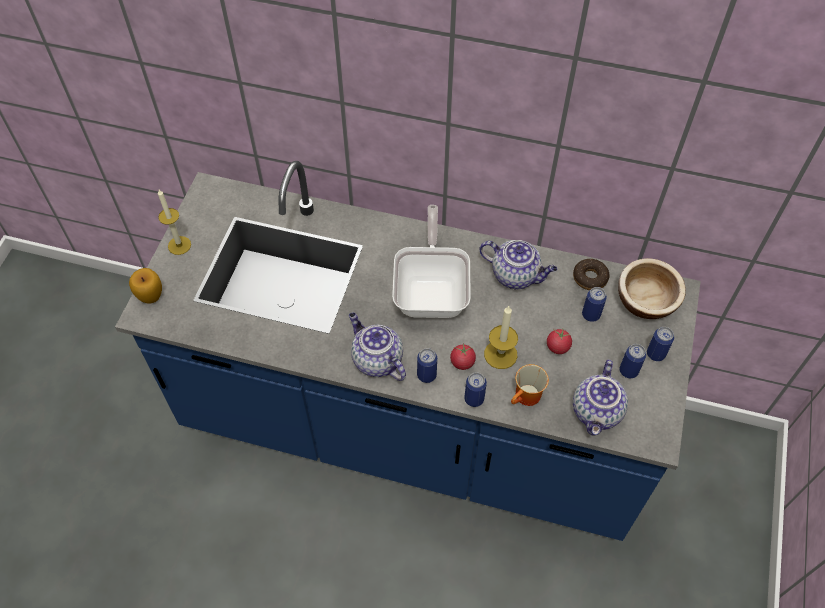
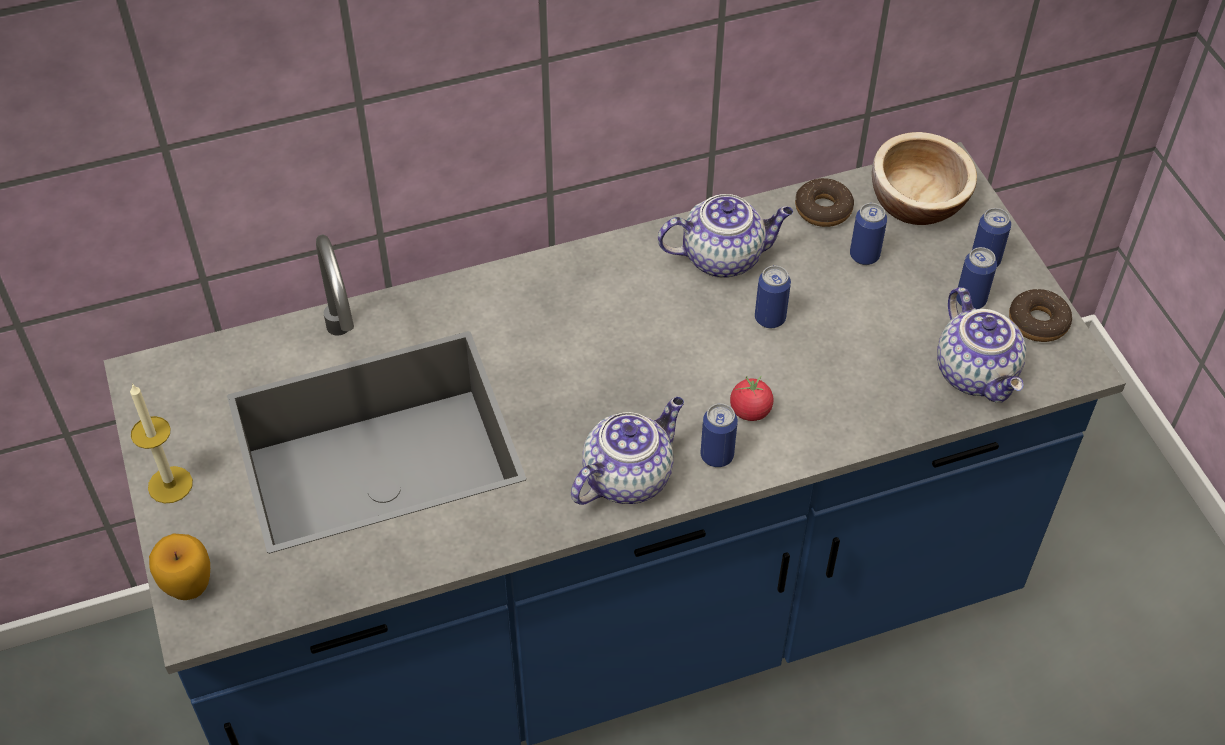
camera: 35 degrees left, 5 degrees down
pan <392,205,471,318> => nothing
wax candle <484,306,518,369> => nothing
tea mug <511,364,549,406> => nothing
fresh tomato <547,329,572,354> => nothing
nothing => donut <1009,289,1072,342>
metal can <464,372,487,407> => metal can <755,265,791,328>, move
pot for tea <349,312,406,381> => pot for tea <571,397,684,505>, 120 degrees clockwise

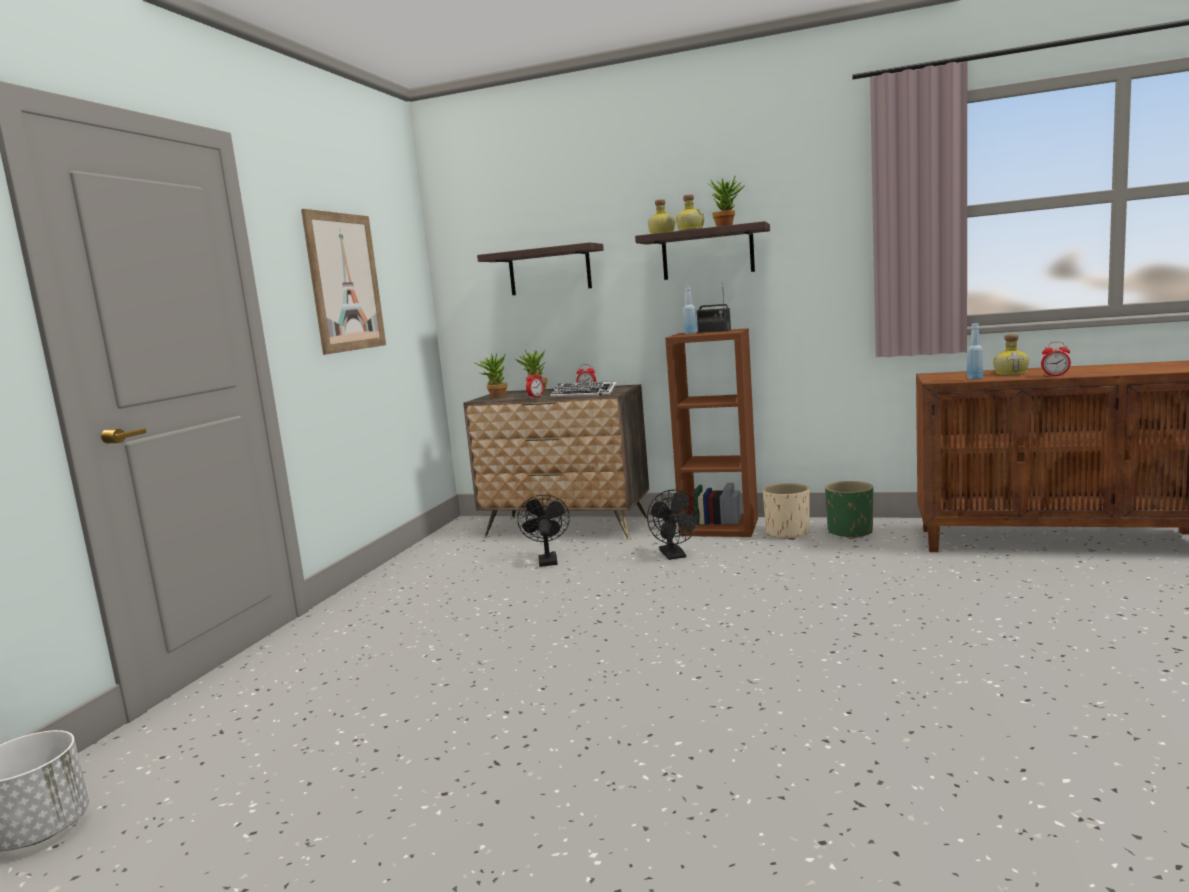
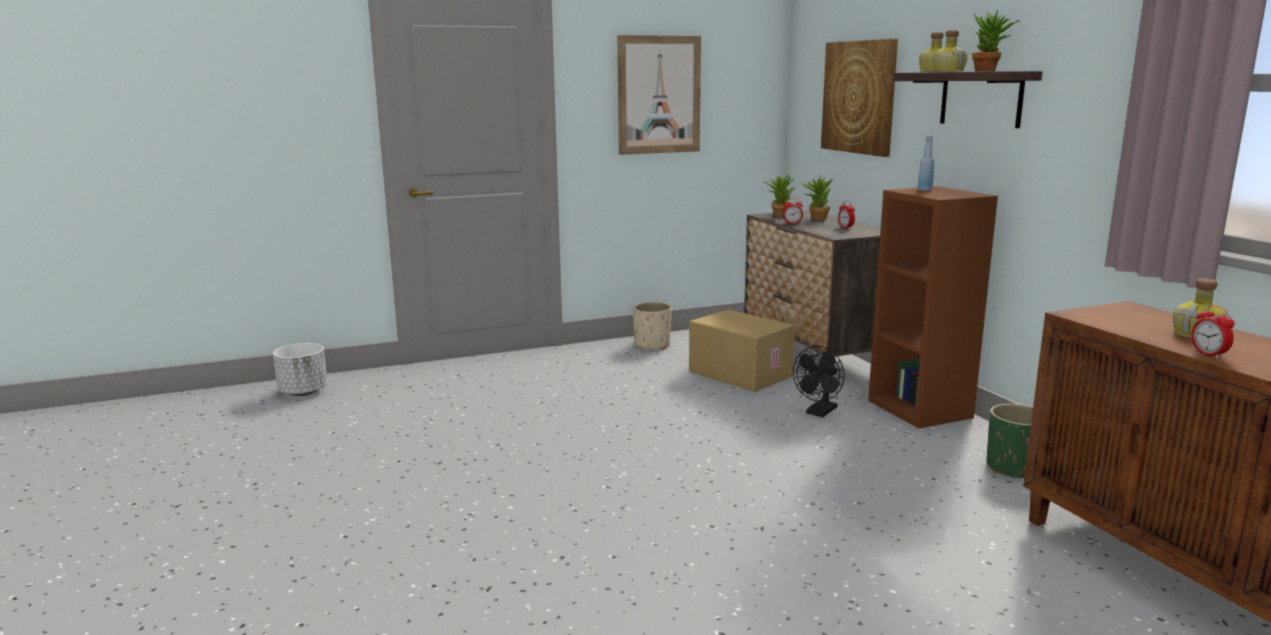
camera: 50 degrees right, 5 degrees up
PC keyboard <550,381,617,397> => nothing
radio receiver <697,283,731,333> => nothing
blue beverage bottle <967,323,983,380> => nothing
beige-coloured flower pot <763,483,810,540> => beige-coloured flower pot <633,302,671,350>, move
bracket shelf <477,242,604,295> => wall art <821,39,898,157>
black fan <517,494,570,567> => cardboard box <689,309,795,392>

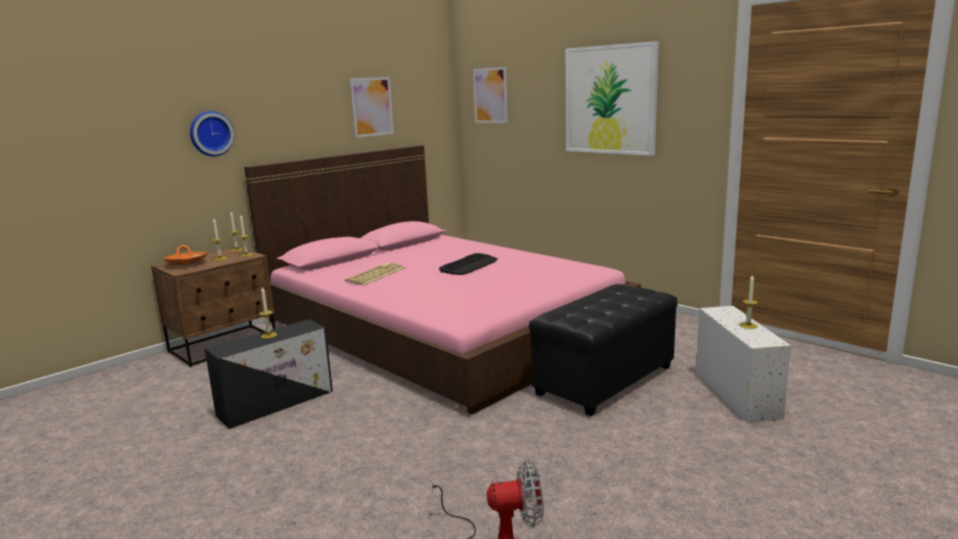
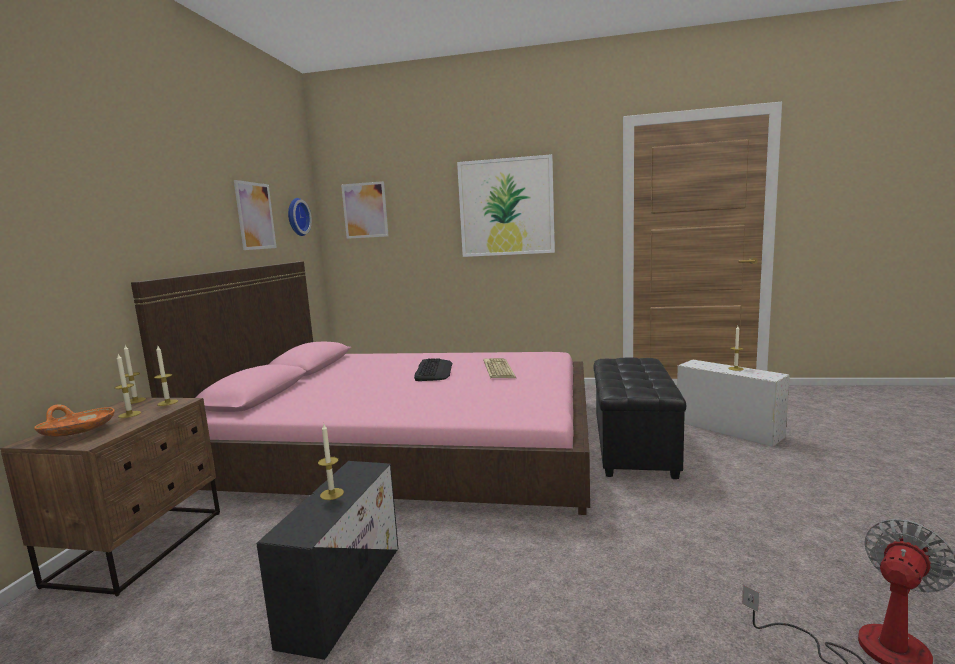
camera: 35 degrees left, 5 degrees down
clock on the wall <190,111,234,156> => clock on the wall <288,198,312,236>, move
PC keyboard <345,262,406,286> => PC keyboard <483,358,516,378>, move

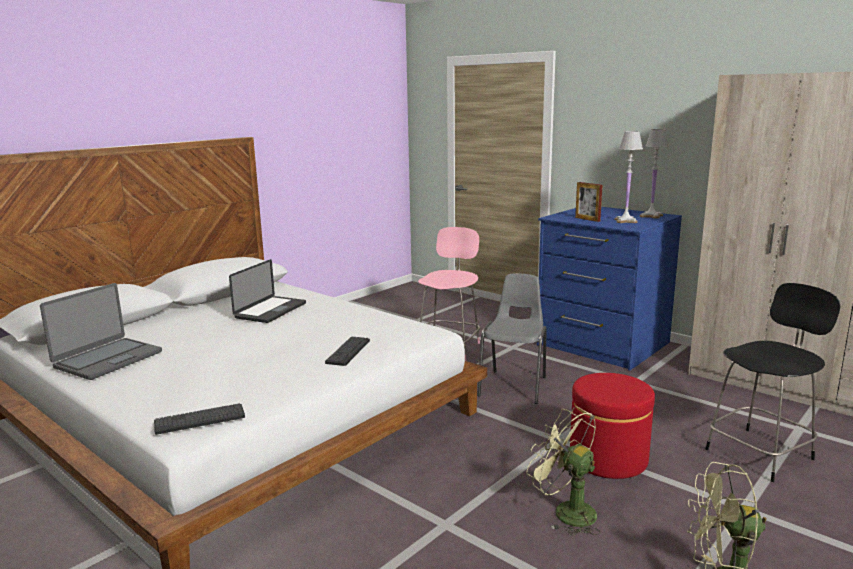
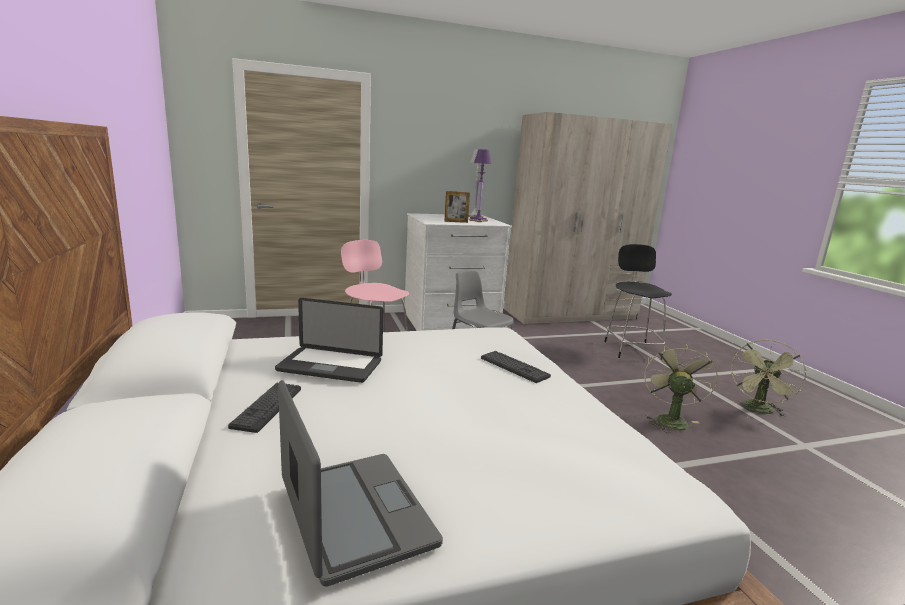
camera: 60 degrees left, 0 degrees up
red ottoman <570,373,655,479> => nothing
PC keyboard <154,403,245,435> => PC keyboard <228,383,301,433>, move
blue drawer chest <537,207,682,371> => whitish drawer chest <405,213,512,331>
whitish lamp for a table <614,131,643,223> => purple-coloured lamp for a table <469,149,491,222>
portable computer <229,259,306,323> => portable computer <275,298,383,383>, 135 degrees clockwise
green-coloured fan <526,407,600,536> => green-coloured fan <644,343,718,433>, 120 degrees clockwise

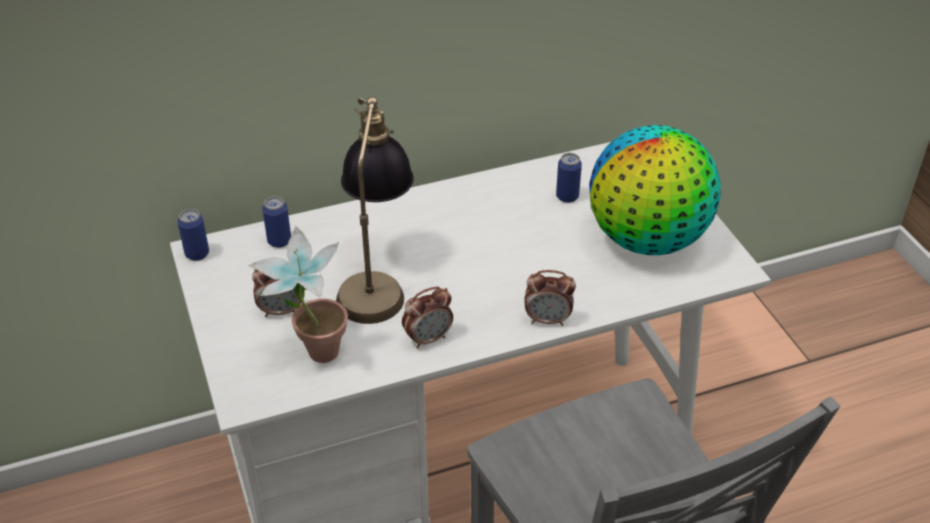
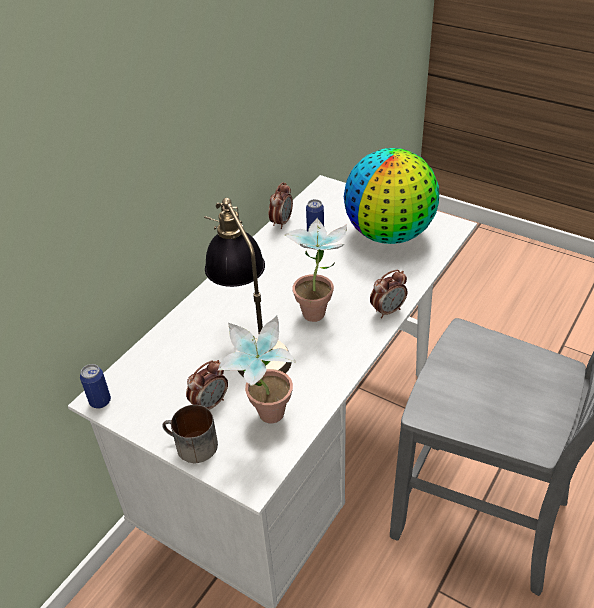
camera: 35 degrees left, 0 degrees up
metal can <262,196,291,248> => nothing
nothing => tea mug <162,405,218,463>
nothing => potted plant <285,218,347,322>
alarm clock <402,286,453,349> => alarm clock <269,182,293,229>, move

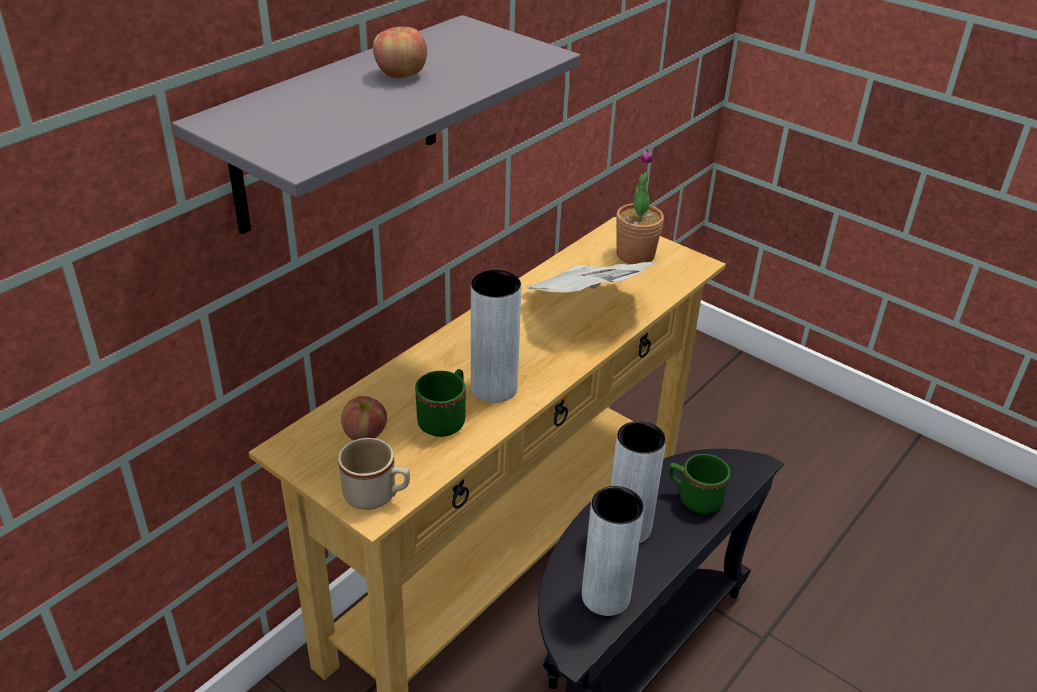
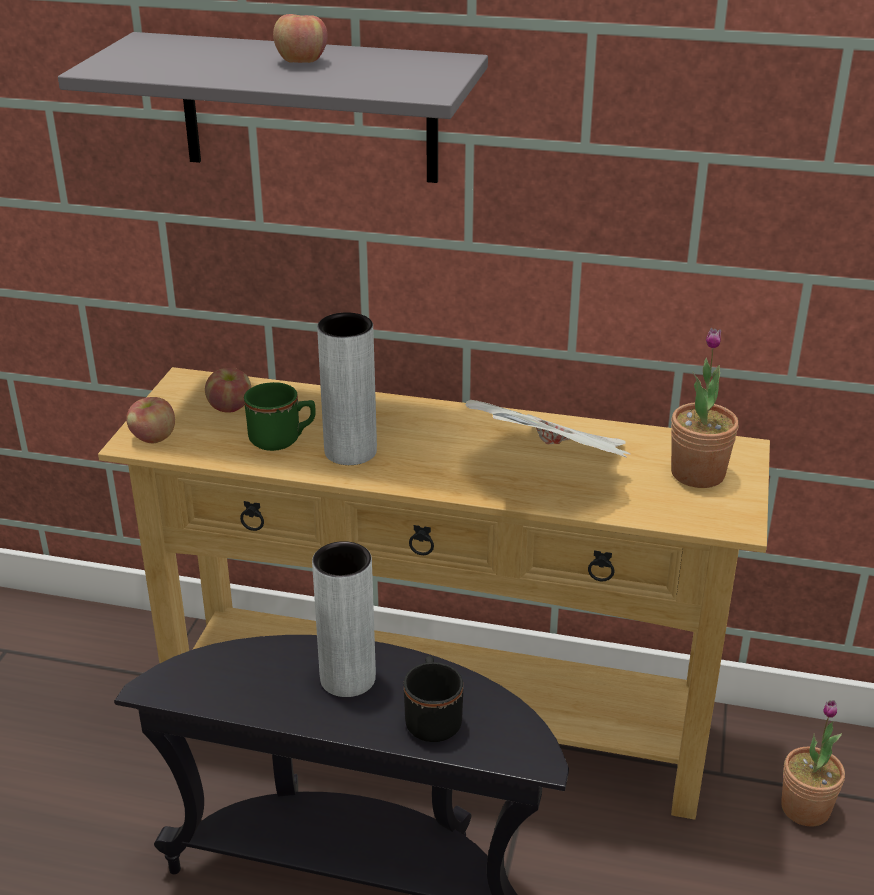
camera: 65 degrees right, 5 degrees down
greyish decorative vase <582,486,644,616> => nothing
nothing => potted plant <781,700,845,827>
beige-coloured tea mug <338,438,410,510> => whole apple <126,397,175,443>
green-coloured tea mug <669,454,730,514> => black tea mug <404,656,463,742>

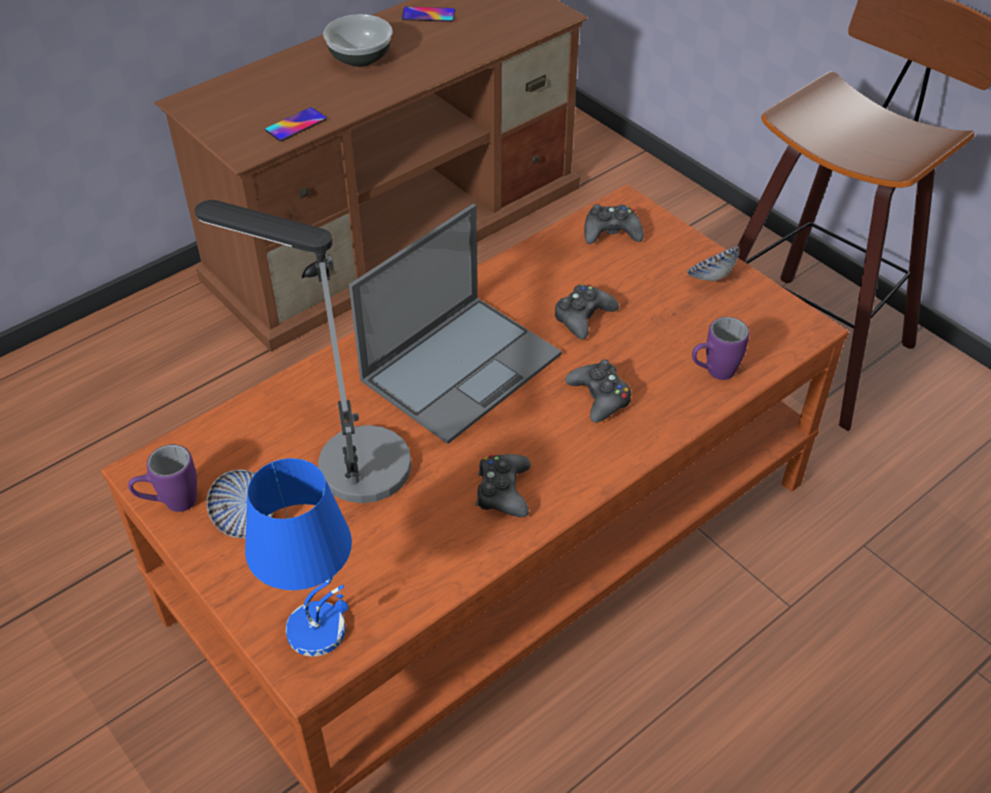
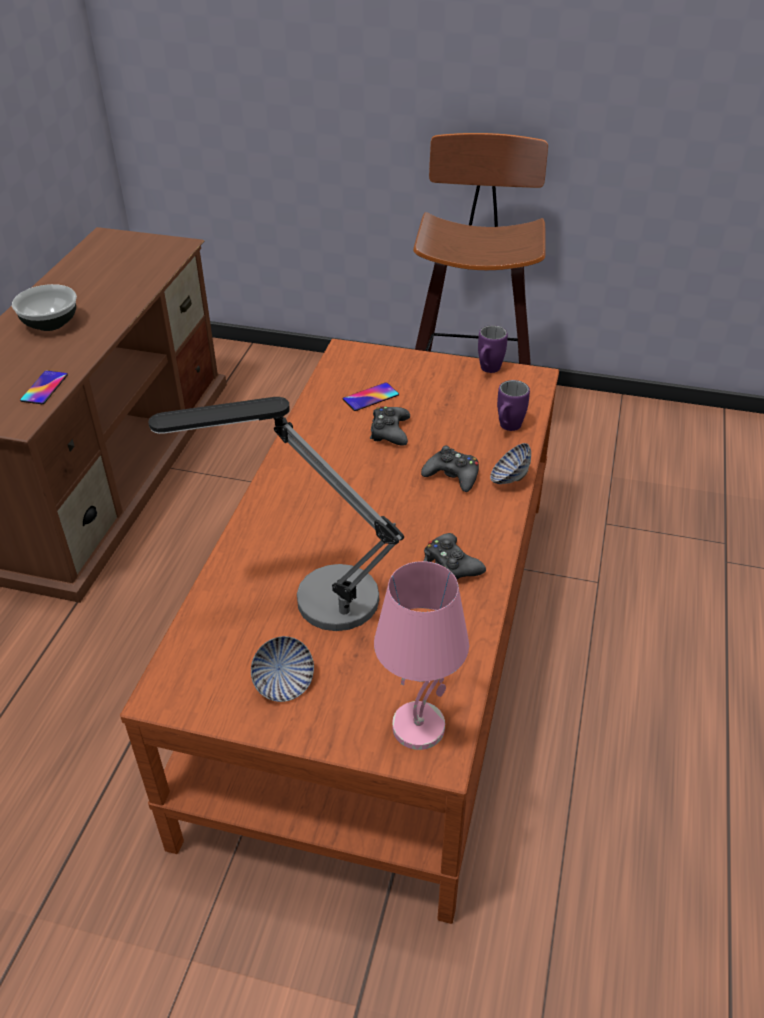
camera: 35 degrees left, 5 degrees down
portable computer <349,204,562,444> => nothing
black game controller <584,204,644,244> => nothing
purple-coloured tea mug <128,444,197,512> => purple-coloured tea mug <478,325,508,373>, move
telephone <402,7,455,22> => telephone <343,382,399,411>, move
deep dish <687,246,740,282> => deep dish <490,443,531,484>, move
blue lamp for a table <245,458,352,657> => pinkish lamp for a table <374,561,469,750>

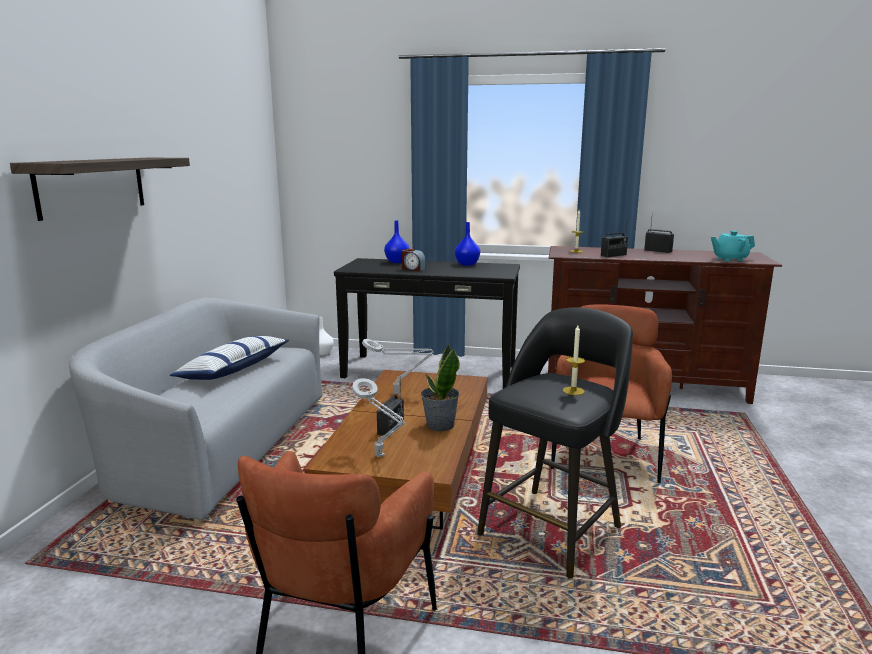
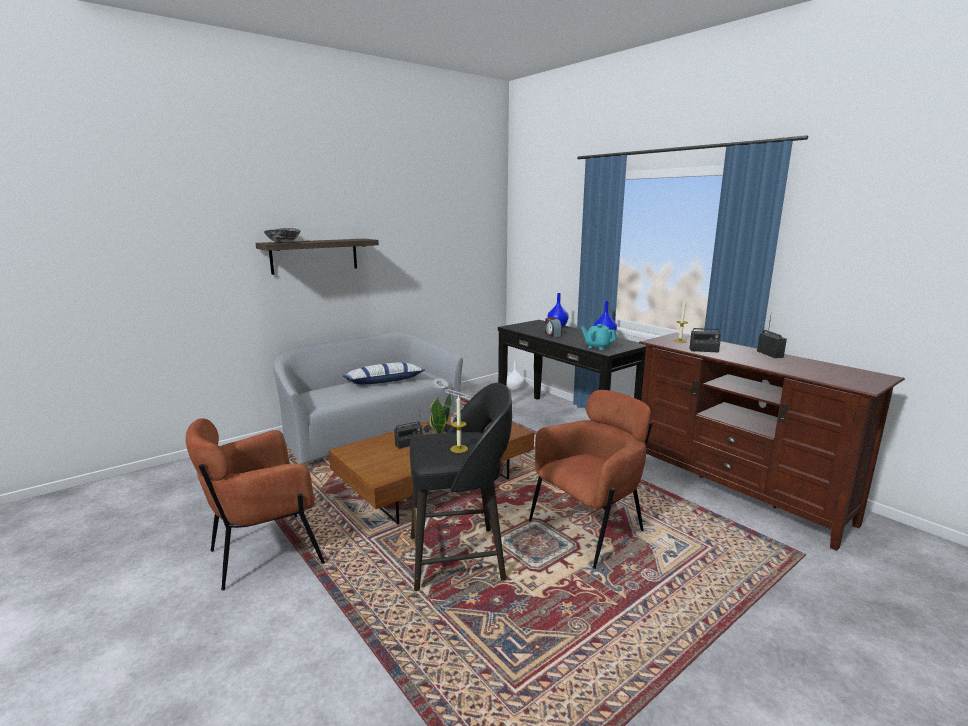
camera: 40 degrees right, 0 degrees up
greyish lamp for a table <352,378,405,457> => nothing
nothing => deep dish <264,228,300,243>
turquoise pot for tea <711,231,755,262> => turquoise pot for tea <581,324,617,350>, move

